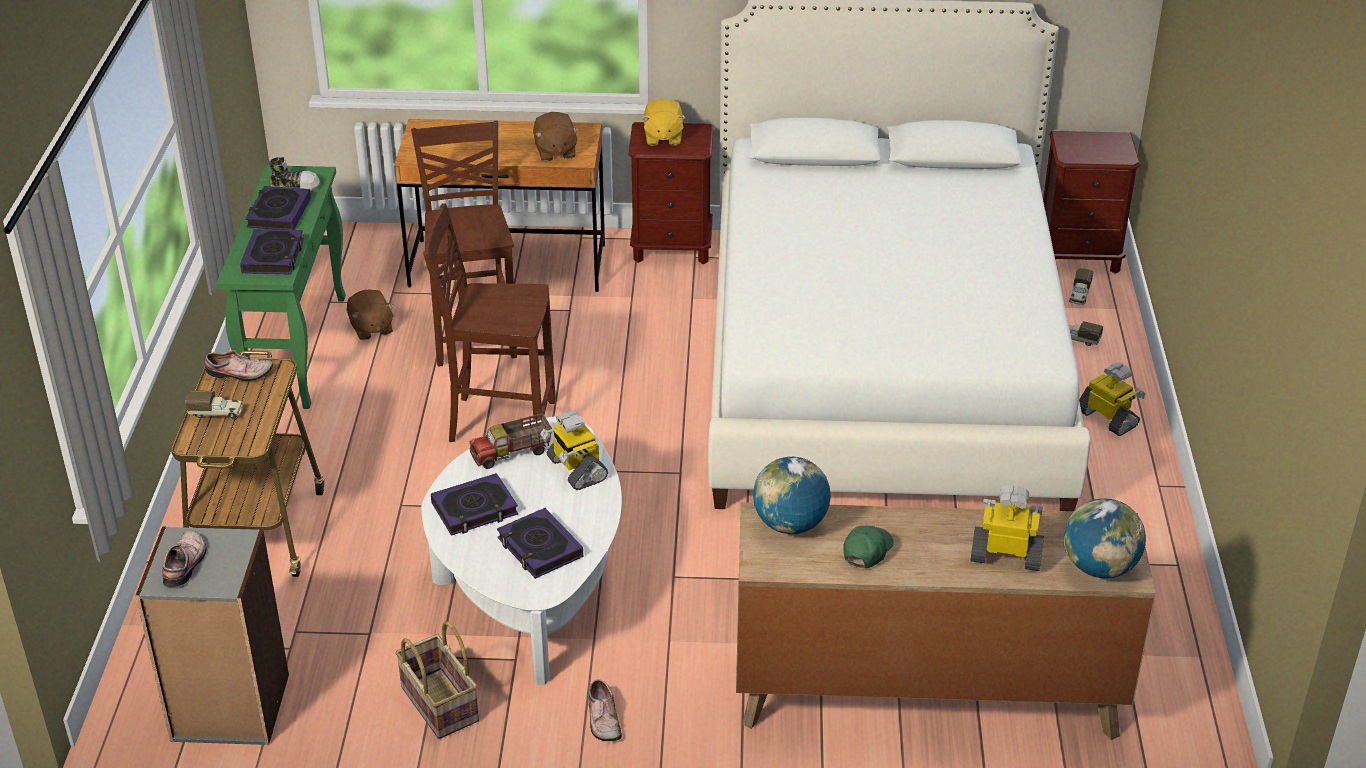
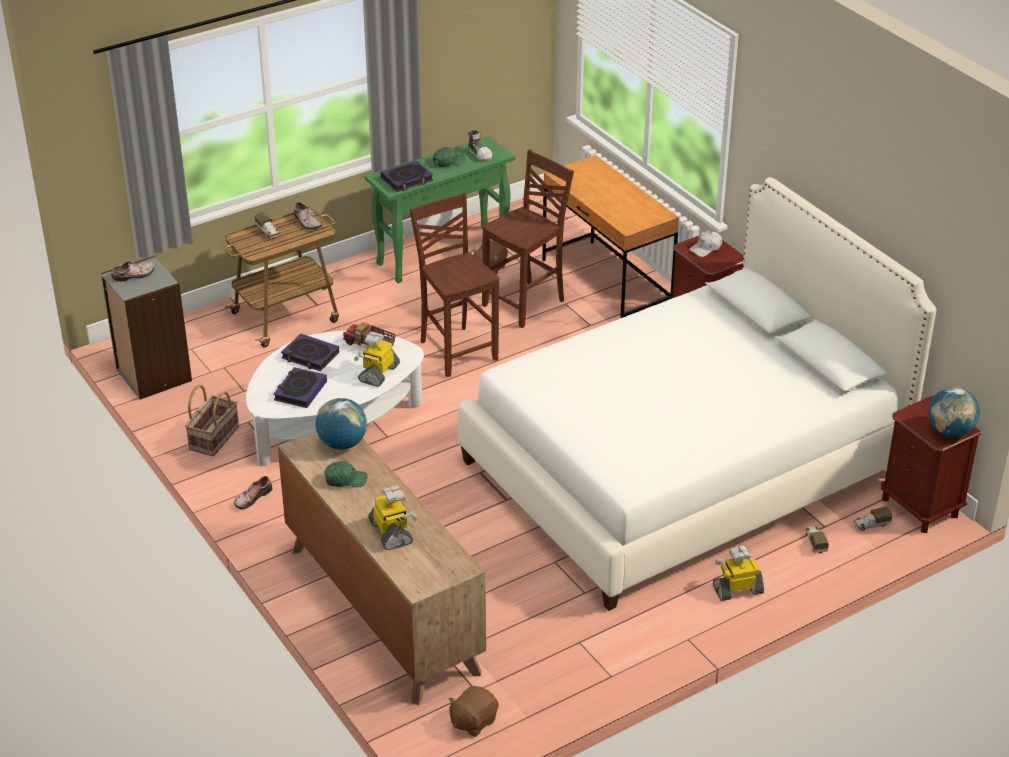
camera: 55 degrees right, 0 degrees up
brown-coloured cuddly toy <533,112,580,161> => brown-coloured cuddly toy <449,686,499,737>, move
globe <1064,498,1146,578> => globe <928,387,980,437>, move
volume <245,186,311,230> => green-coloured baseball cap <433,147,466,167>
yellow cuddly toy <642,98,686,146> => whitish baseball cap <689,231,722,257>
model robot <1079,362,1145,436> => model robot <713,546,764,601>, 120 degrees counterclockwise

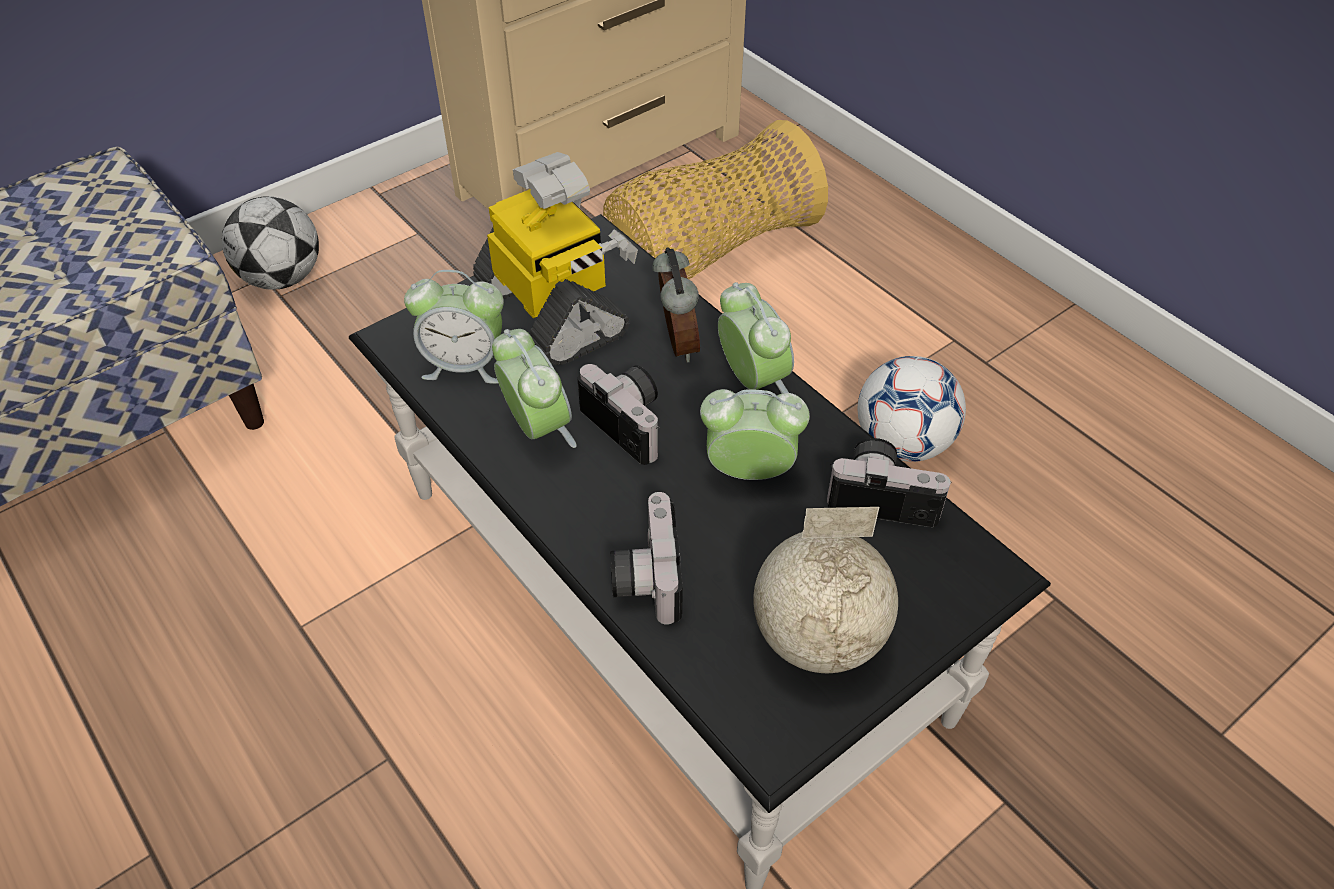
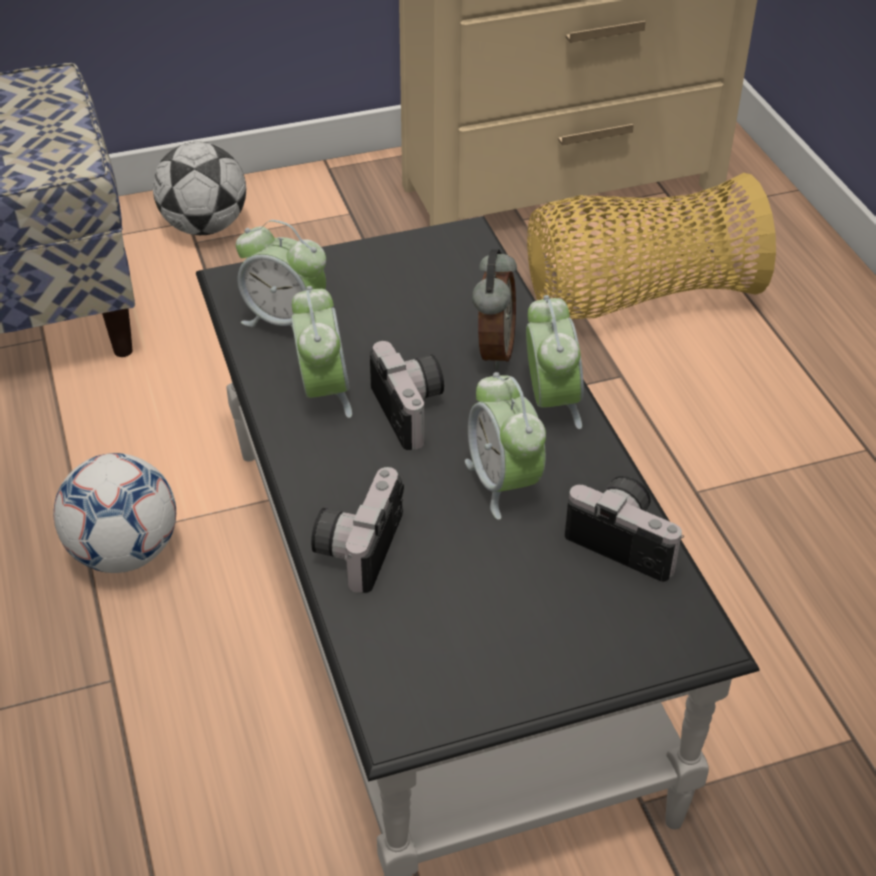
camera: 20 degrees right, 5 degrees down
model robot <473,152,638,365> => nothing
globe <753,507,898,673> => nothing
ball for football <858,356,966,462> => ball for football <53,453,176,573>, move
alarm clock <700,389,810,480> => alarm clock <465,372,546,520>, 135 degrees counterclockwise

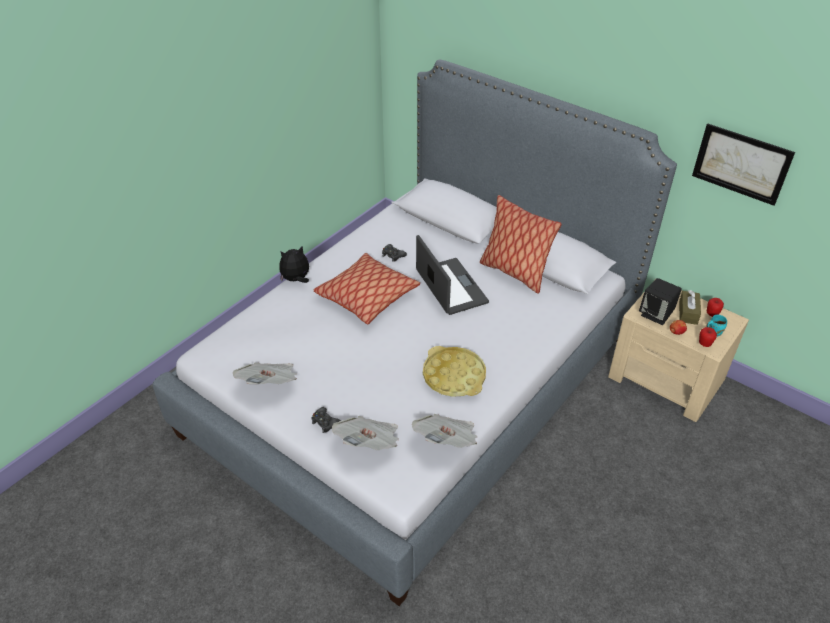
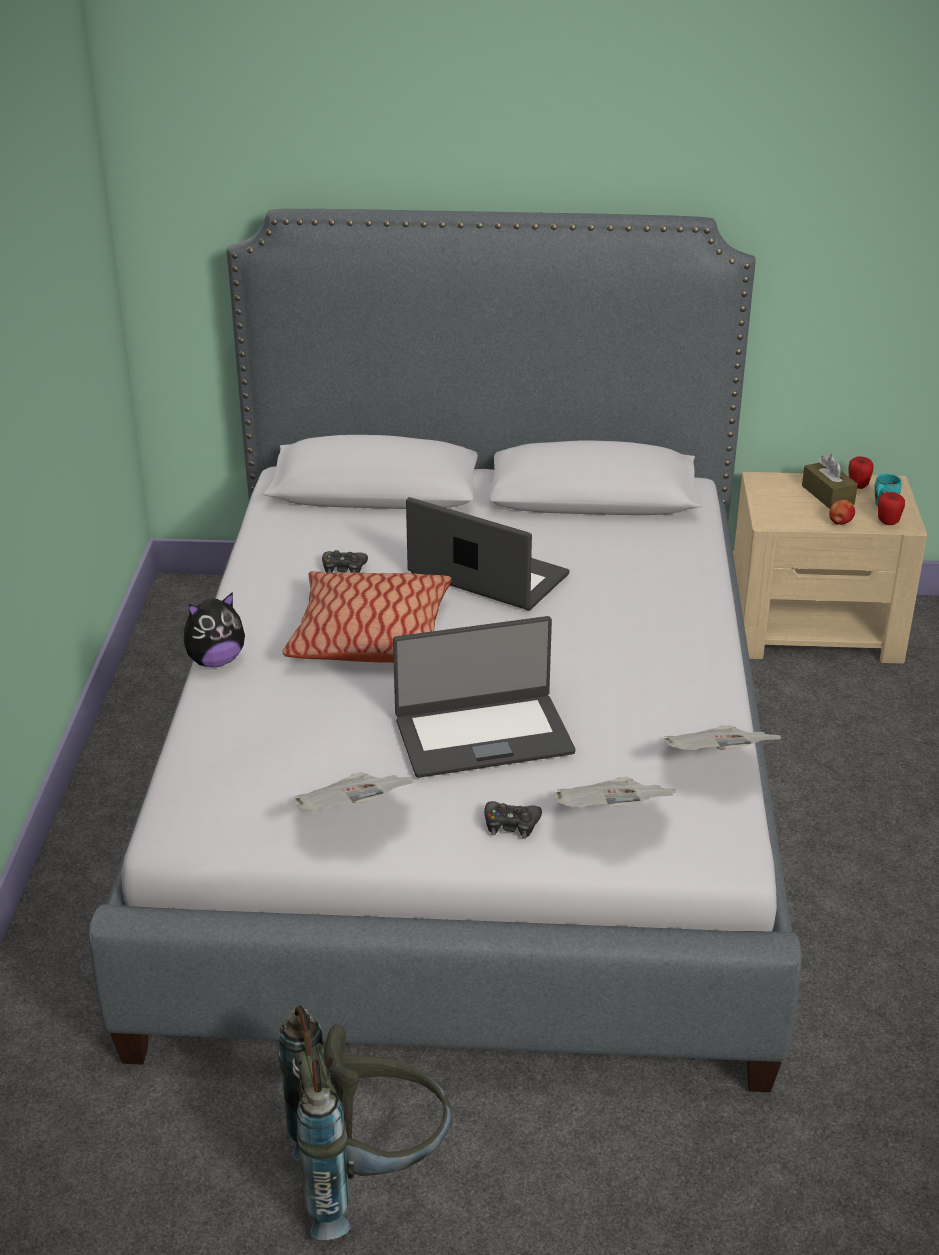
camera: 35 degrees left, 10 degrees down
yellow carrying tray <423,346,486,397> => nothing
cushion <480,195,561,293> => nothing
black loudspeaker <639,278,682,325> => nothing
wall art <692,124,795,206> => nothing
nothing => greyish backpack <278,1005,451,1240>
nothing => portable computer <393,616,575,778>
cuddly toy <279,246,309,283> => cuddly toy <184,592,245,667>, 150 degrees counterclockwise

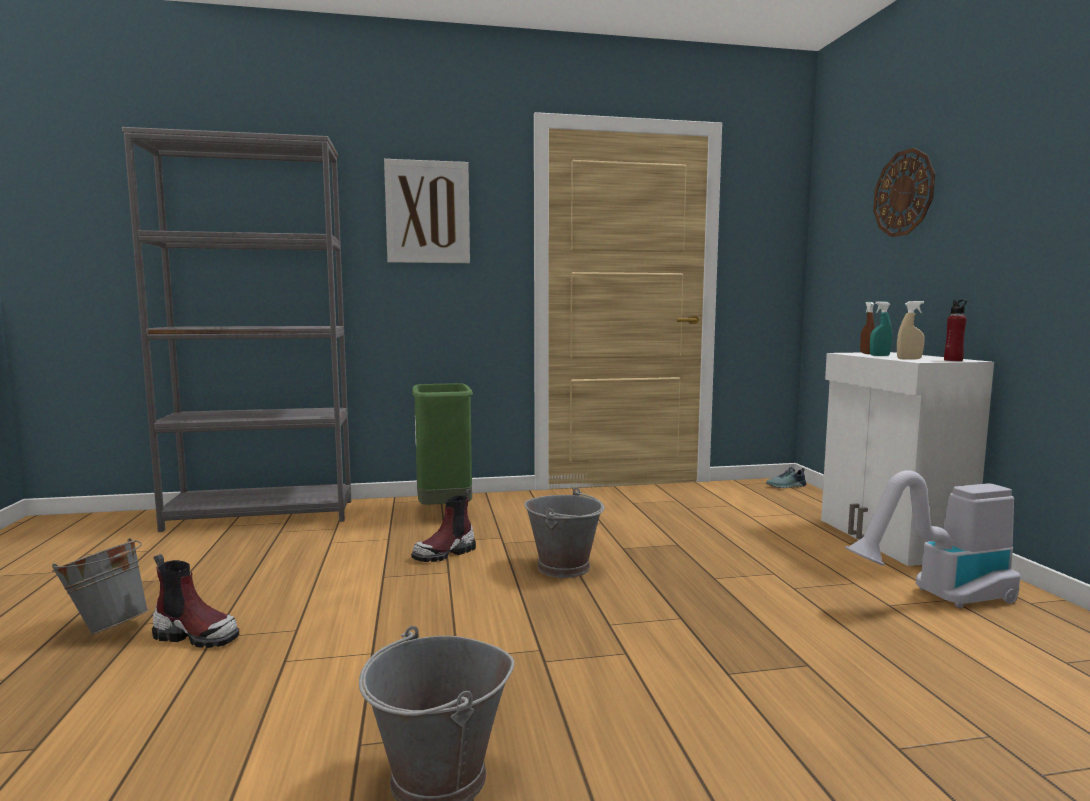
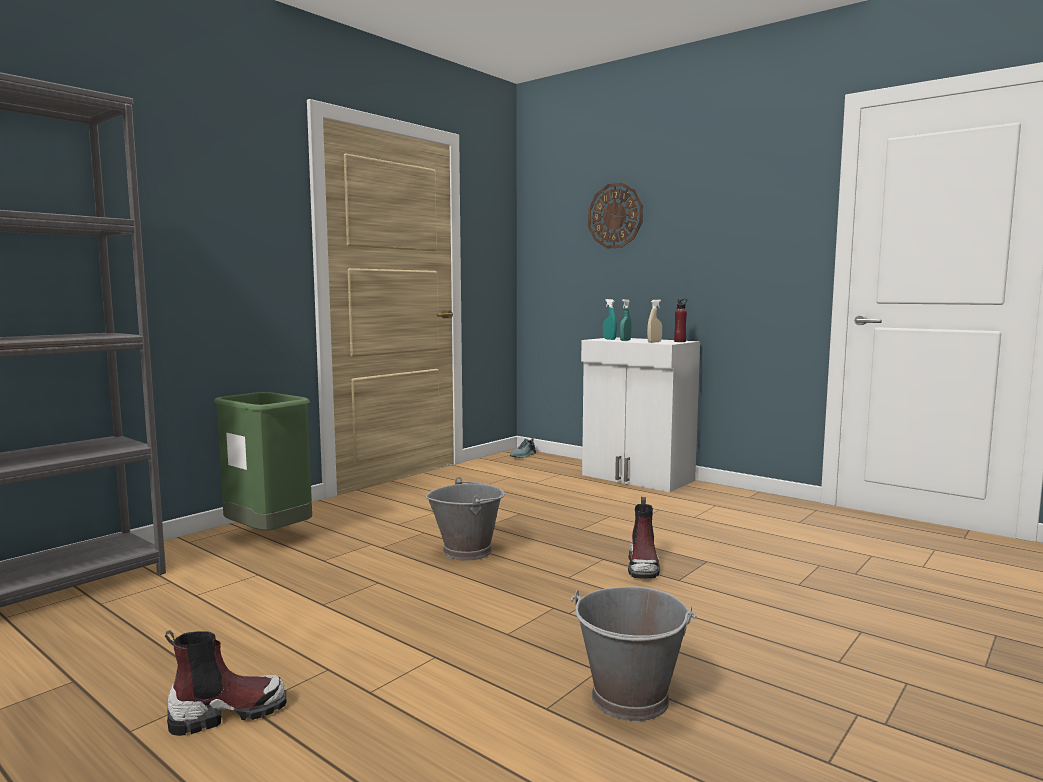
camera: 40 degrees left, 0 degrees up
greyish pail <52,538,149,635> => nothing
wall art <384,159,470,263> => nothing
hoover <845,470,1020,609> => nothing
boot <411,489,476,562> => boot <628,497,660,579>, move
brown-coloured hand sprayer <860,302,875,354> => turquoise hand sprayer <603,299,617,340>

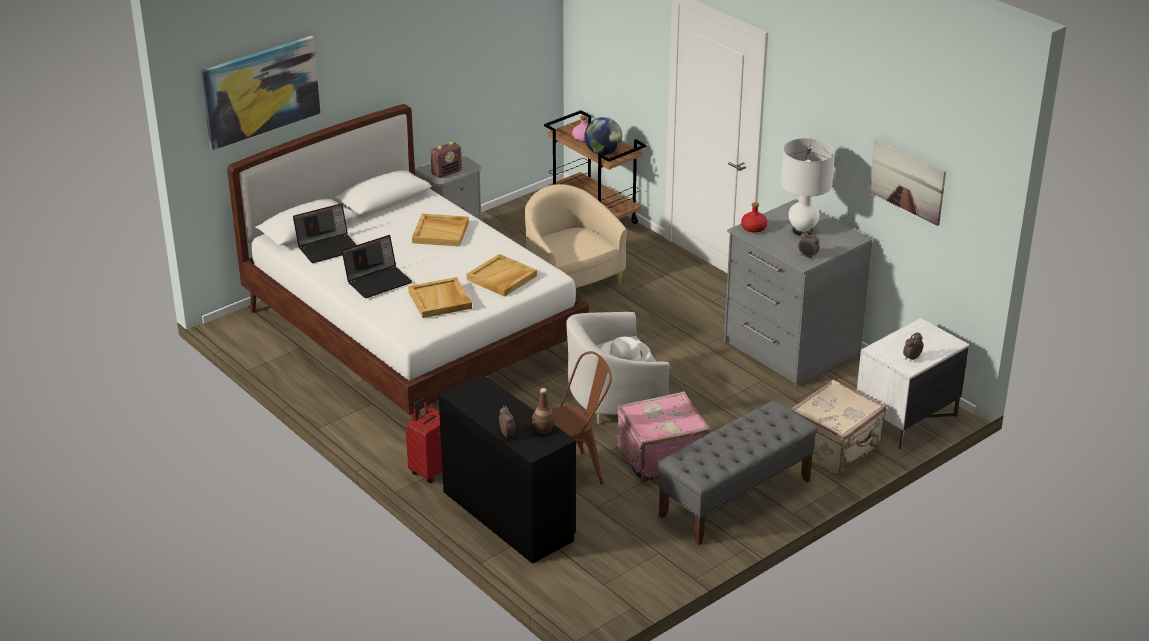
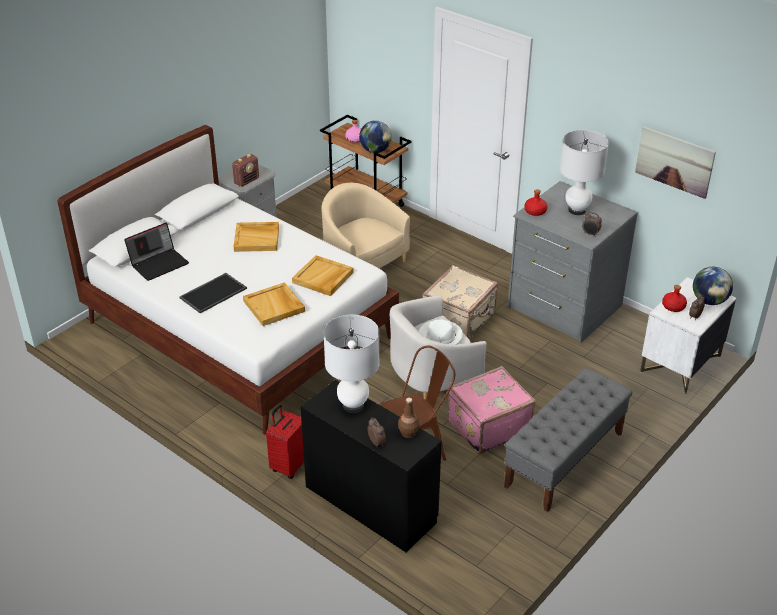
camera: 10 degrees left, 5 degrees up
wall art <200,36,320,150> => nothing
nothing => whitish lamp for a table <324,315,380,413>
nothing => red beverage bottle <662,285,687,312>
nothing => globe <693,267,733,305>
beige-coloured suitcase <791,379,886,476> => beige-coloured suitcase <422,265,498,340>, move
portable computer <342,235,412,298> => carrying tray <179,273,247,313>

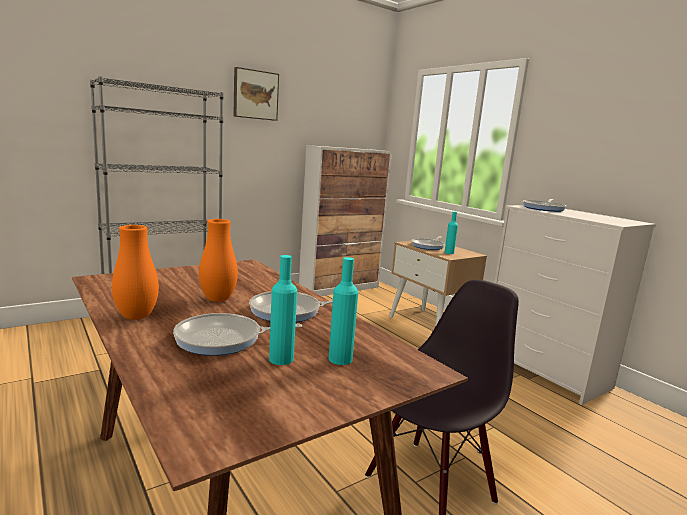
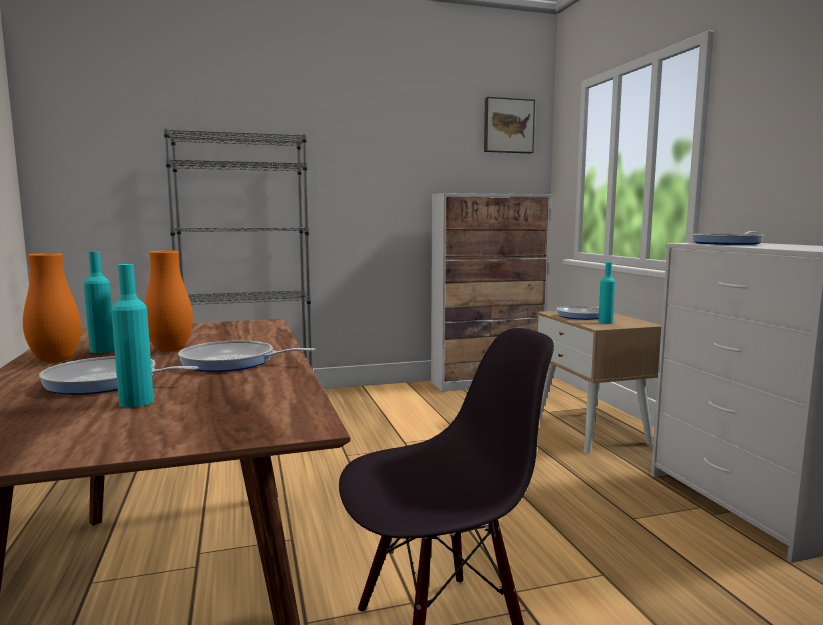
camera: 20 degrees right, 5 degrees down
wall art <233,67,279,121> => wall art <484,97,535,153>, move
turquoise beverage bottle <329,257,358,365> => turquoise beverage bottle <84,251,114,353>, move

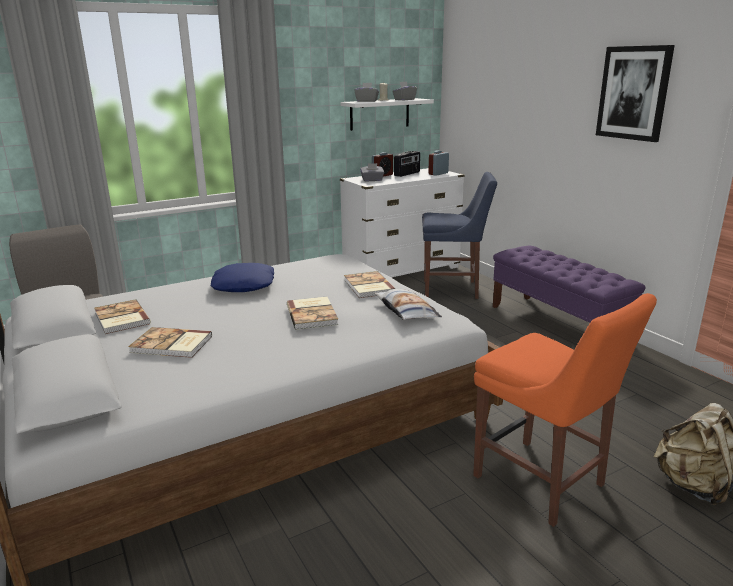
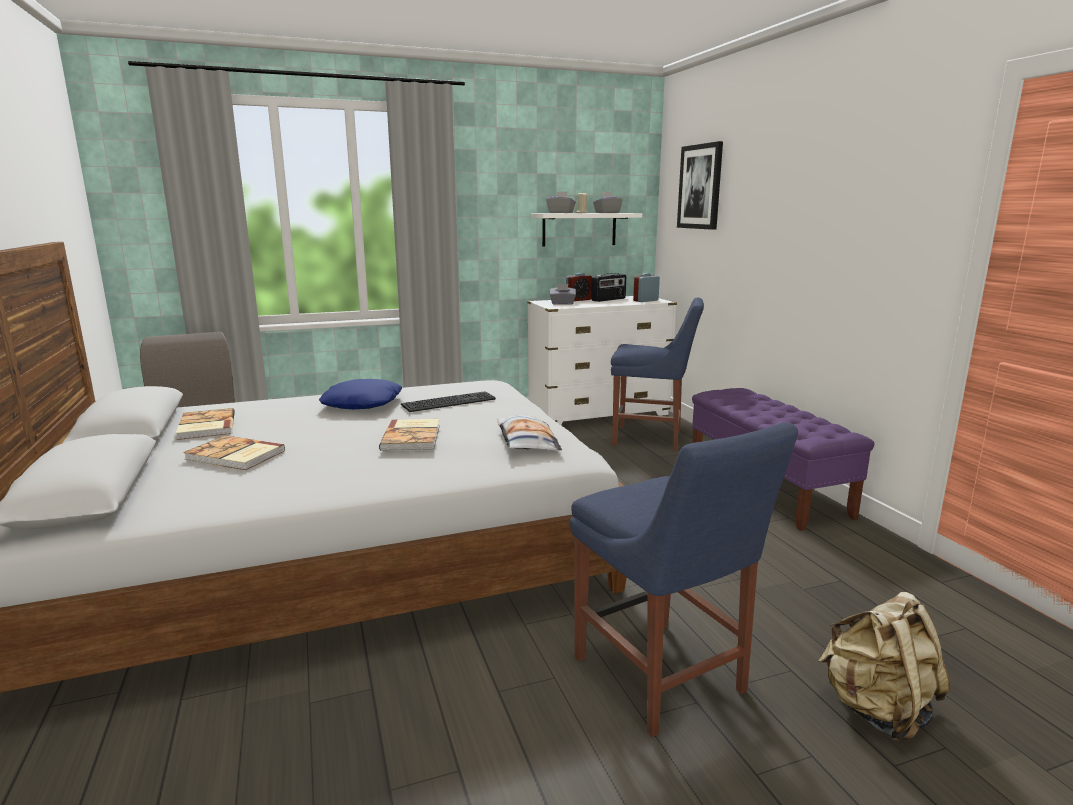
camera: 10 degrees right, 5 degrees down
volume <344,271,396,298> => nothing
nothing => PC keyboard <401,391,496,412>
wall art <596,45,675,142> => wall art <677,141,723,230>, move
orangey upright chair <473,293,657,527> => blue upright chair <570,423,798,737>

